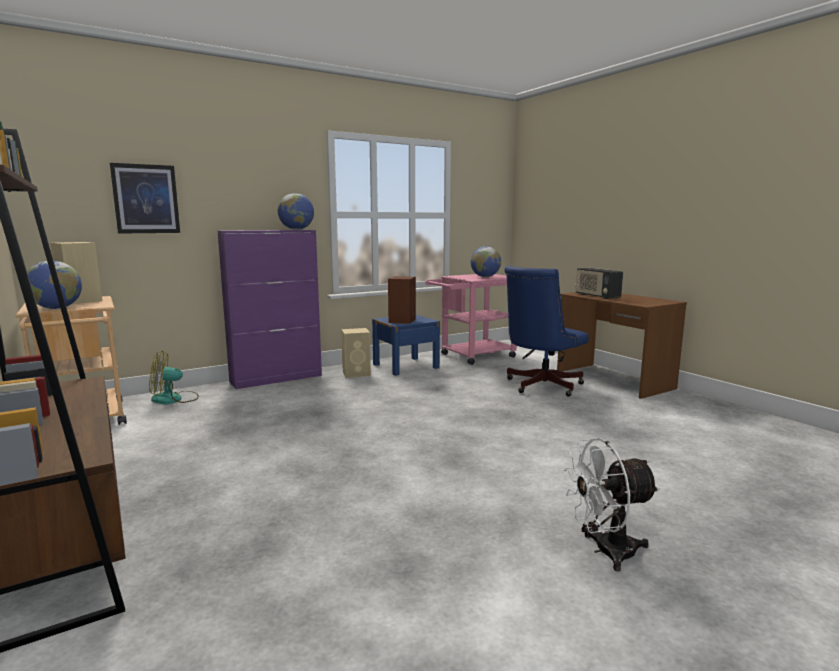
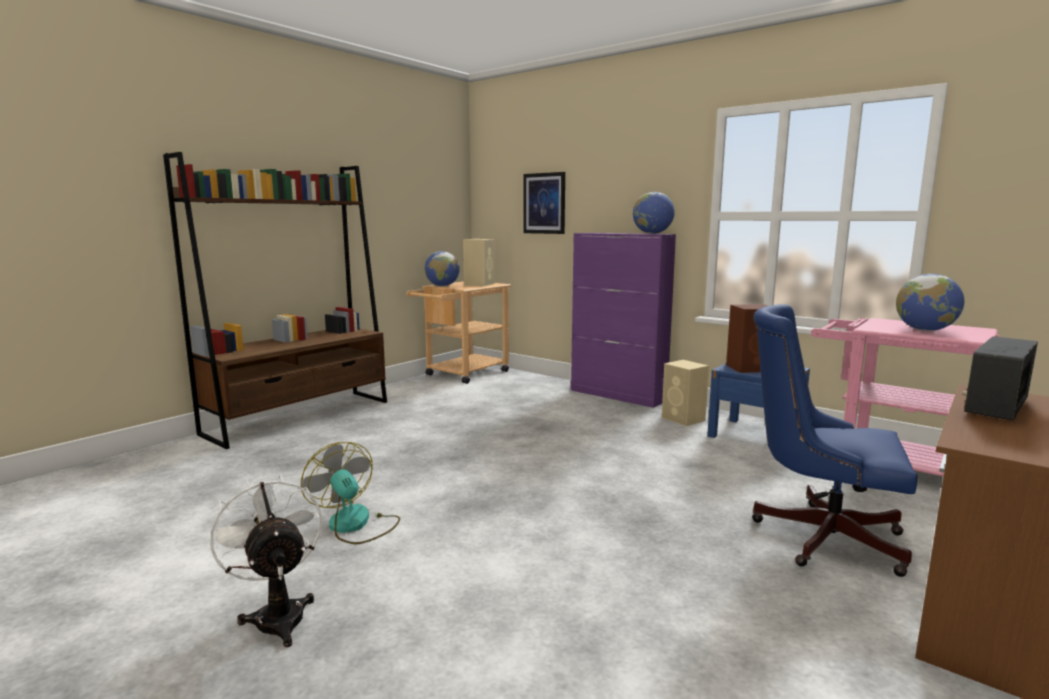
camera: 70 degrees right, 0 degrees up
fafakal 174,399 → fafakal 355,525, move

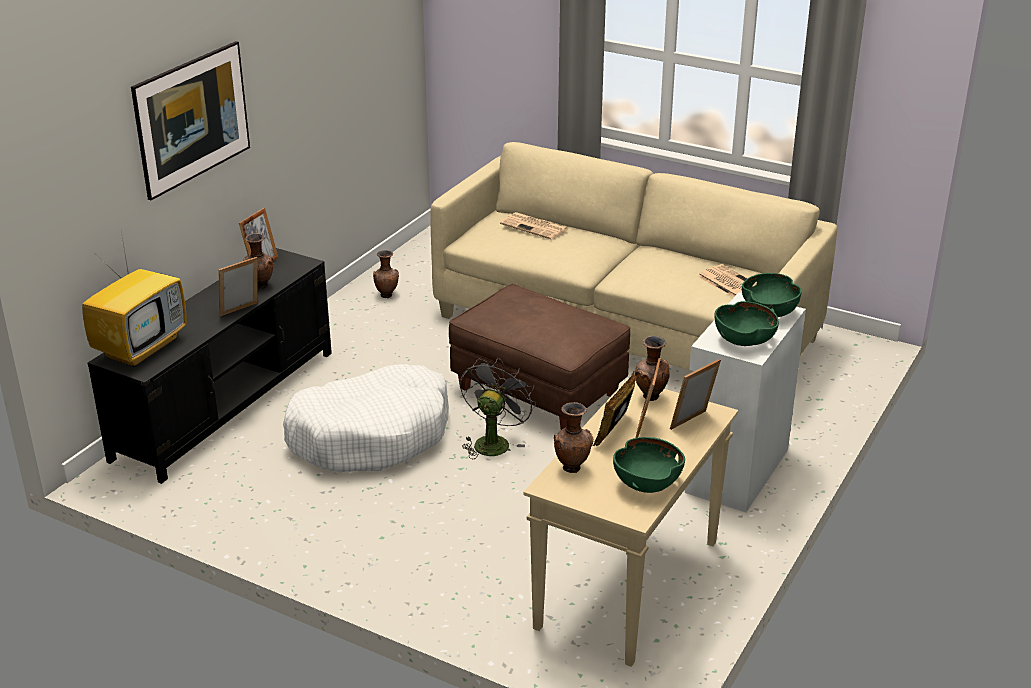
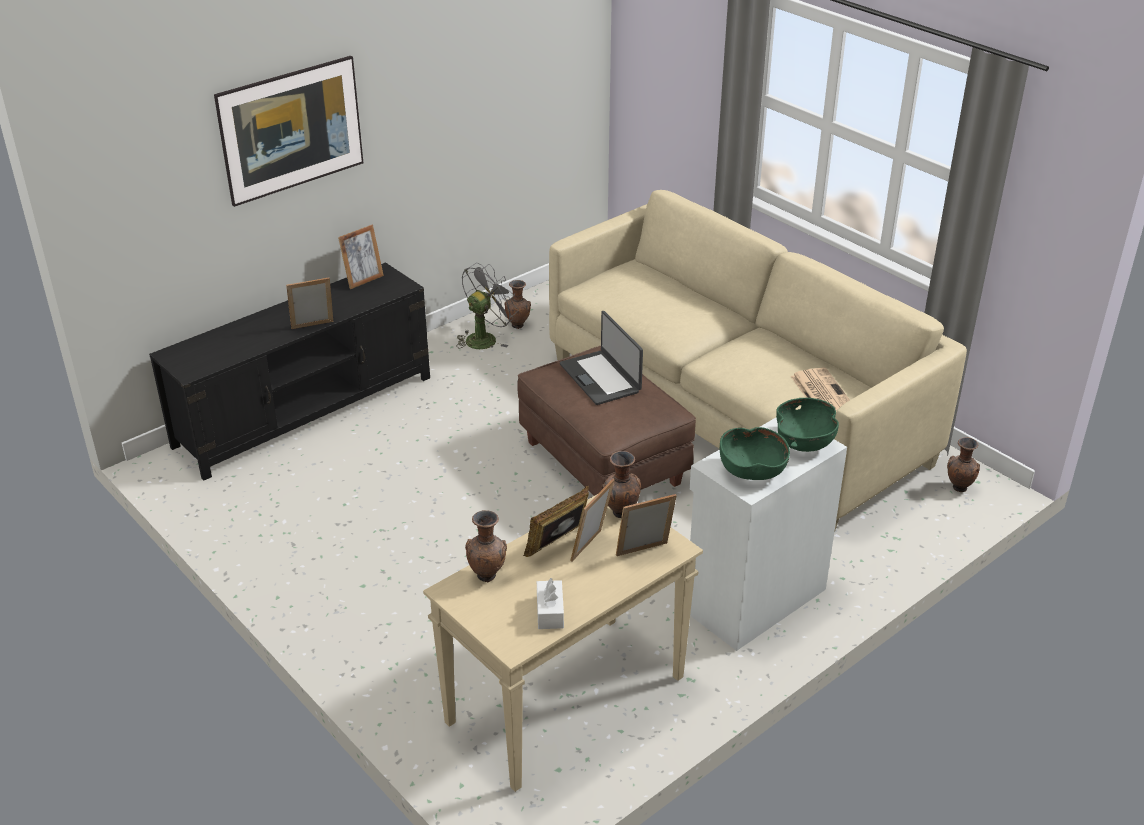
camera: 20 degrees right, 5 degrees up
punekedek 141,347 → -
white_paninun 371,435 → -
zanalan 535,227 → -
- → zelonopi 601,378
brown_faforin 260,286 → brown_faforin 958,488, move
grey_fafakal 493,441 → grey_fafakal 485,338, move
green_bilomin 646,483 → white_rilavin 550,612

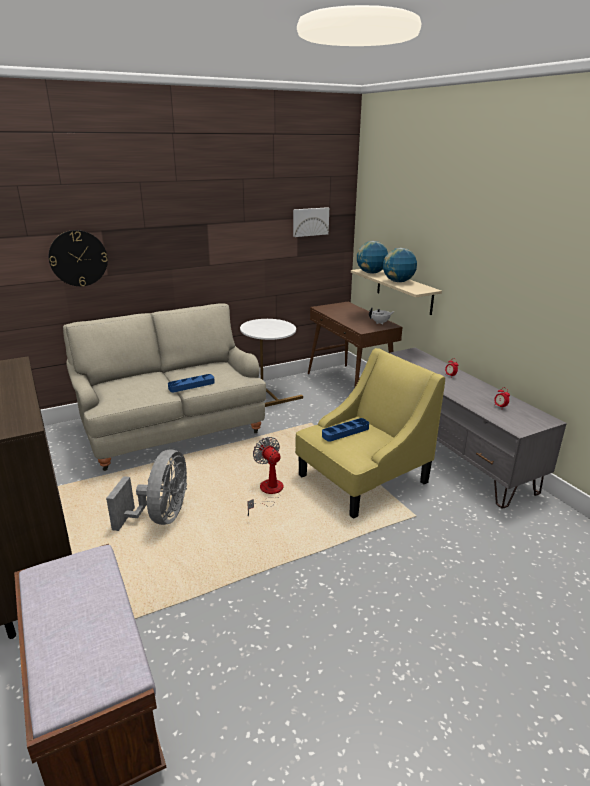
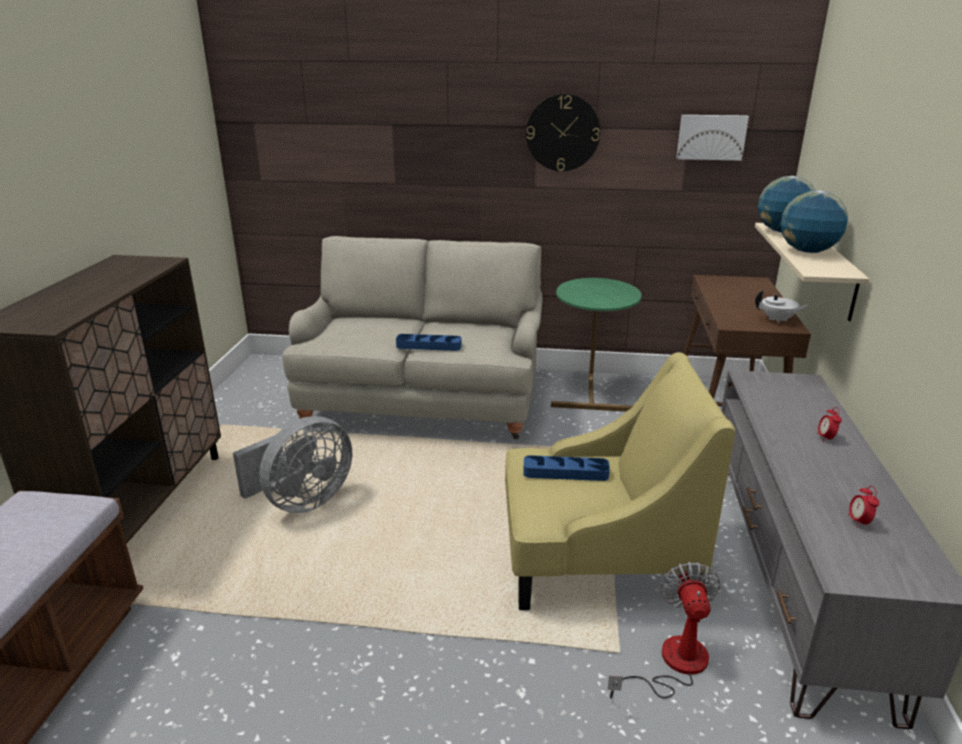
camera: 35 degrees right, 0 degrees up
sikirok 78,258 → sikirok 563,133, move
fafakal 268,493 → fafakal 672,664, move
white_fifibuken 269,394 → green_fifibuken 591,392

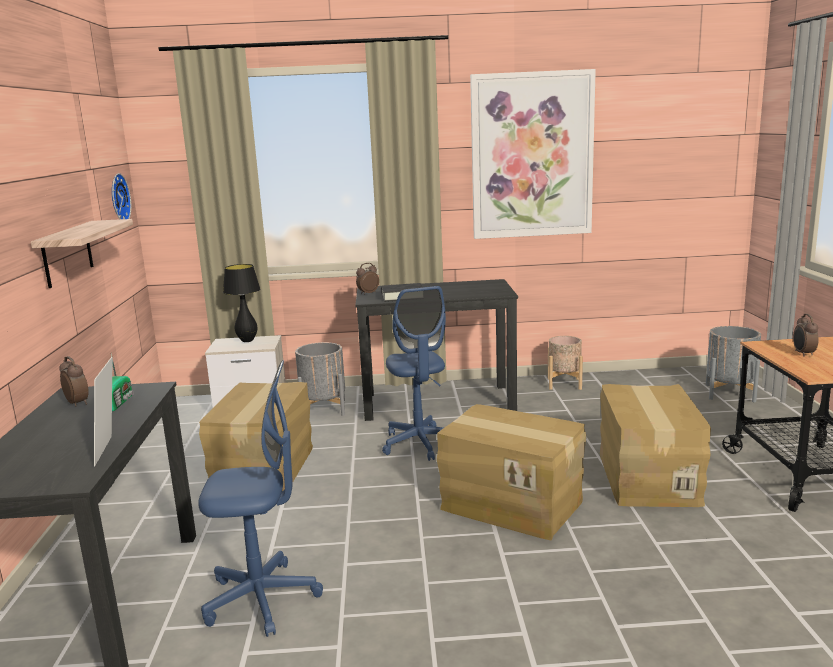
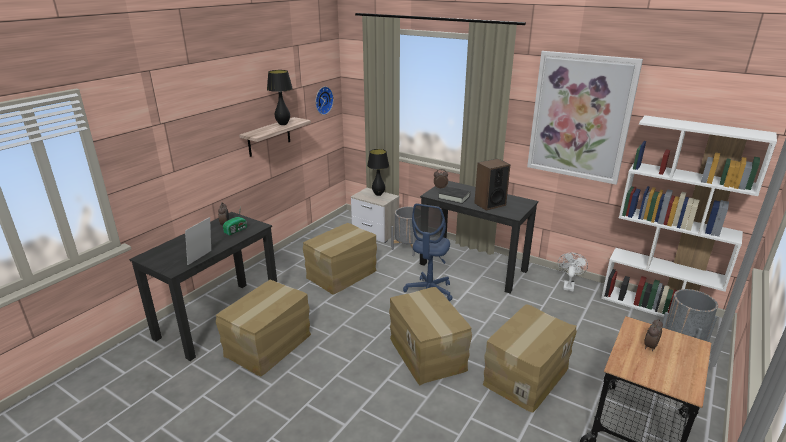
camera: 35 degrees right, 10 degrees up
- → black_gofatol 283,124
- → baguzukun 489,204
- → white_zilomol 656,307
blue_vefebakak 262,599 → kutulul 269,345
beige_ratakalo 564,384 → white_fafakal 568,285

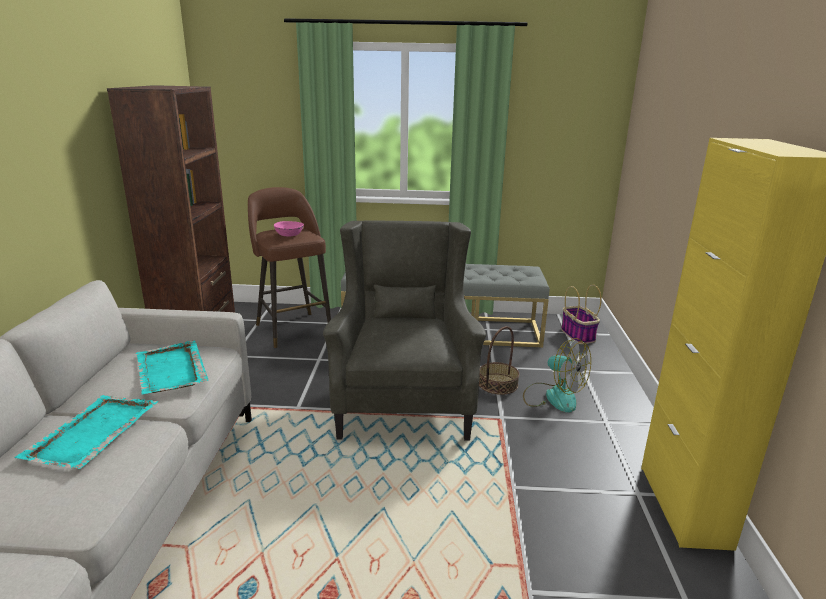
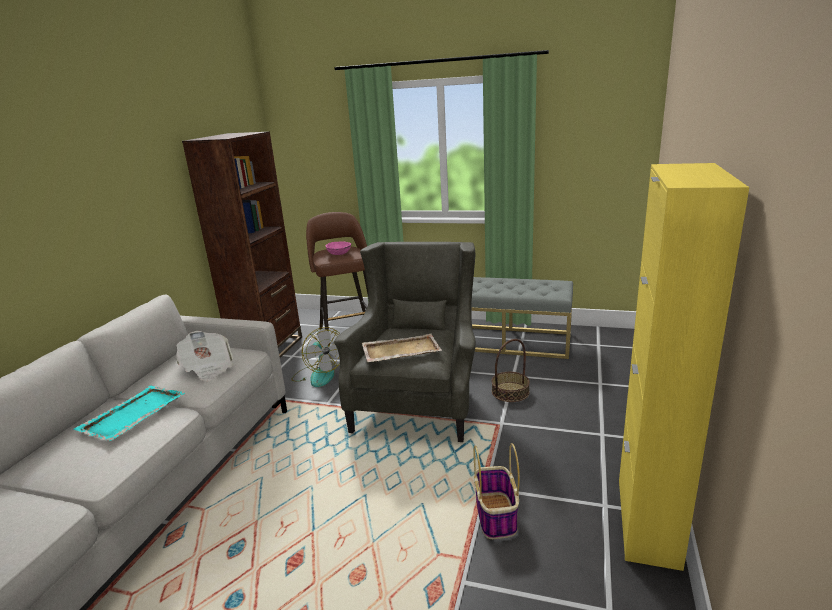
camera: 15 degrees right, 0 degrees up
- → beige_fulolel 400,350
fafakal 553,396 → fafakal 319,375, move
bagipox 578,335 → bagipox 496,516, move
turquoise_fulolel 171,370 → zanalan 208,368

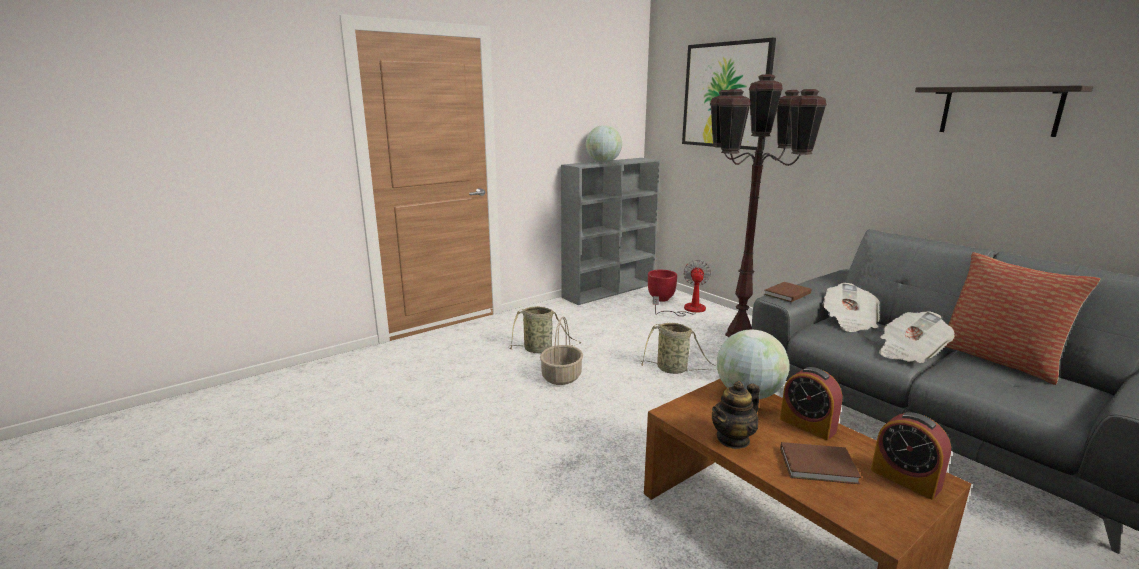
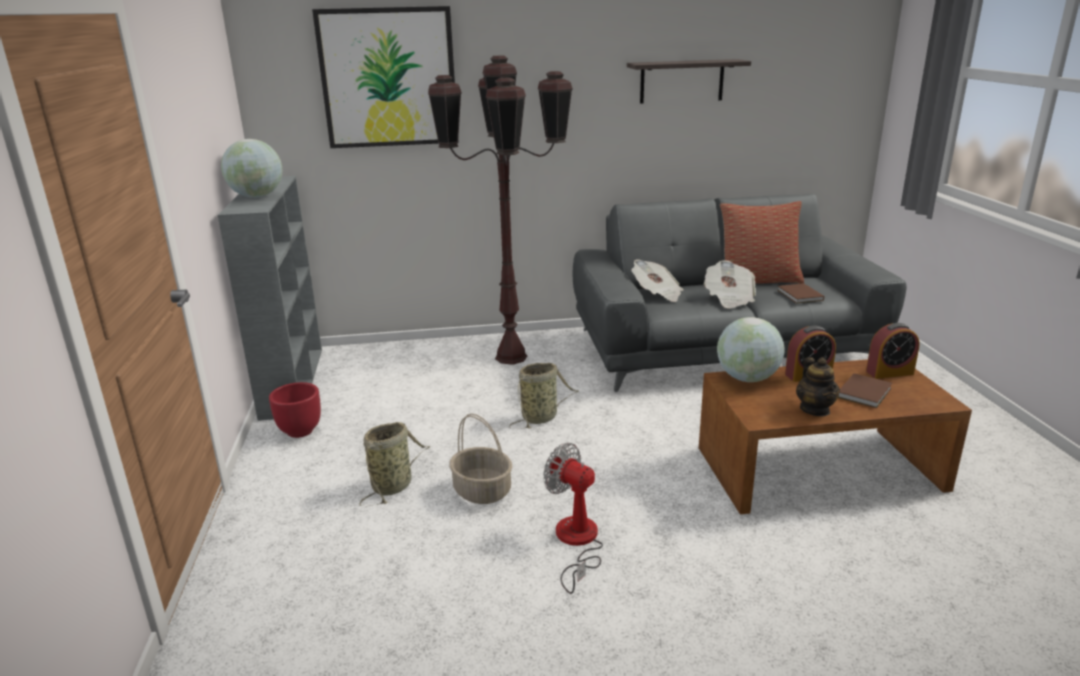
camera: 60 degrees left, 5 degrees up
red_ratakalo 661,299 → red_ratakalo 300,431, move
fafakal 688,310 → fafakal 576,542, move
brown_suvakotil 786,294 → brown_suvakotil 800,296, move

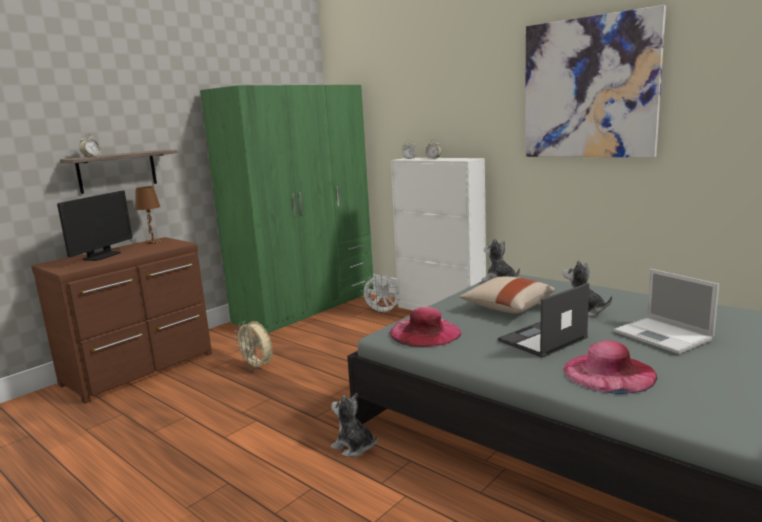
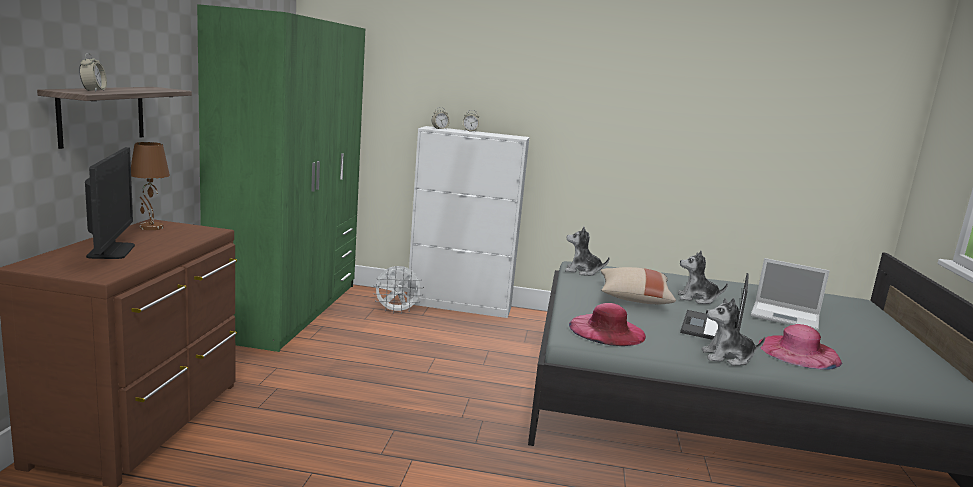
camera: 35 degrees left, 0 degrees up
beige_fafakal 258,367 → -
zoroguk 589,88 → -
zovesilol 354,447 → zovesilol 727,357, move

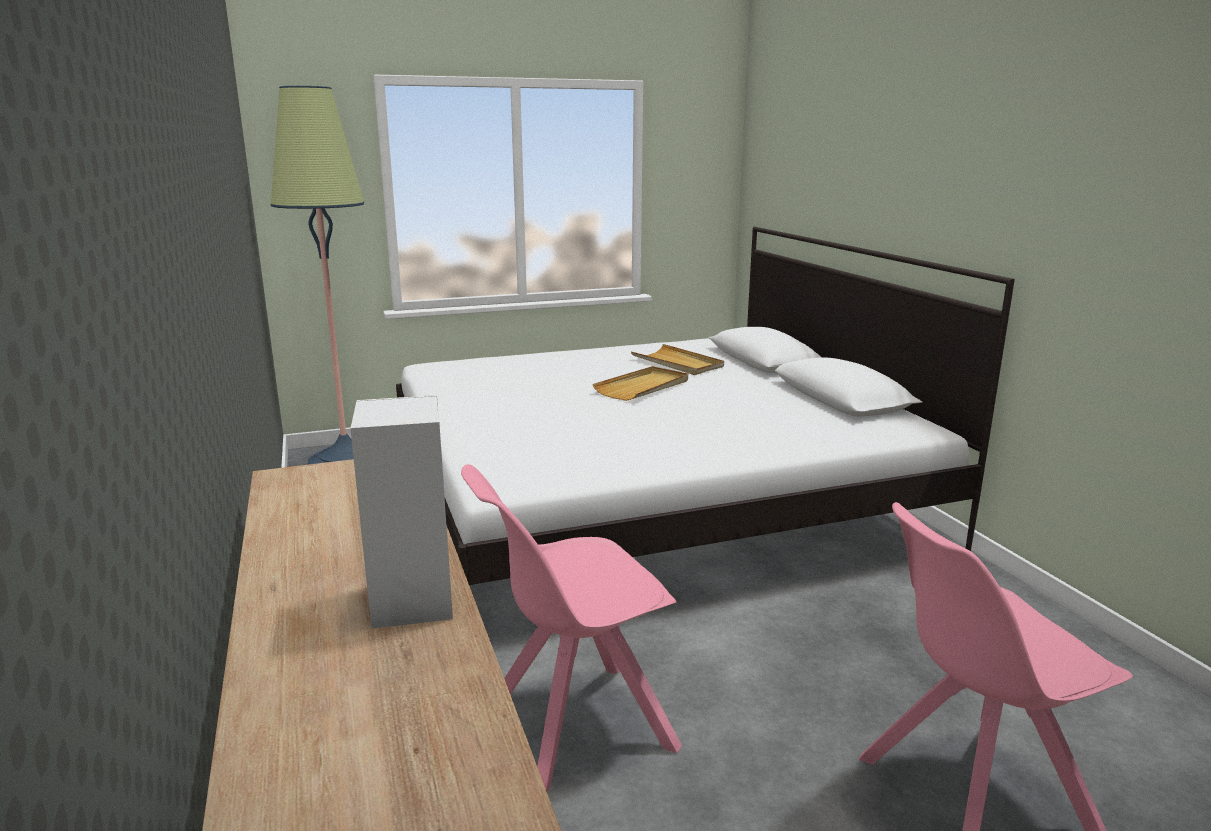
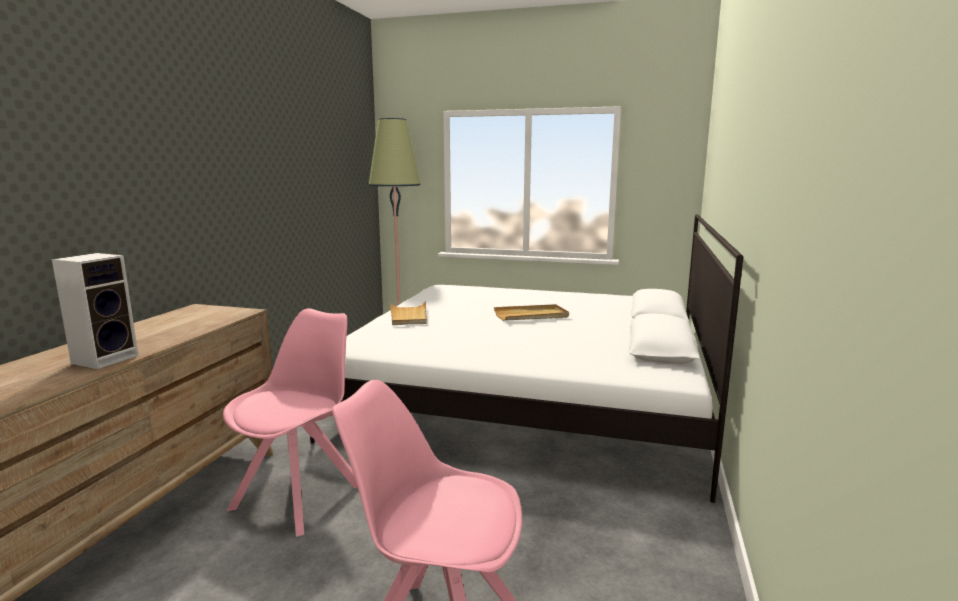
camera: 35 degrees right, 5 degrees down
beige_fulolel 677,363 → beige_fulolel 408,316, move
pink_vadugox 575,726 → pink_vadugox 300,495, 105 degrees clockwise

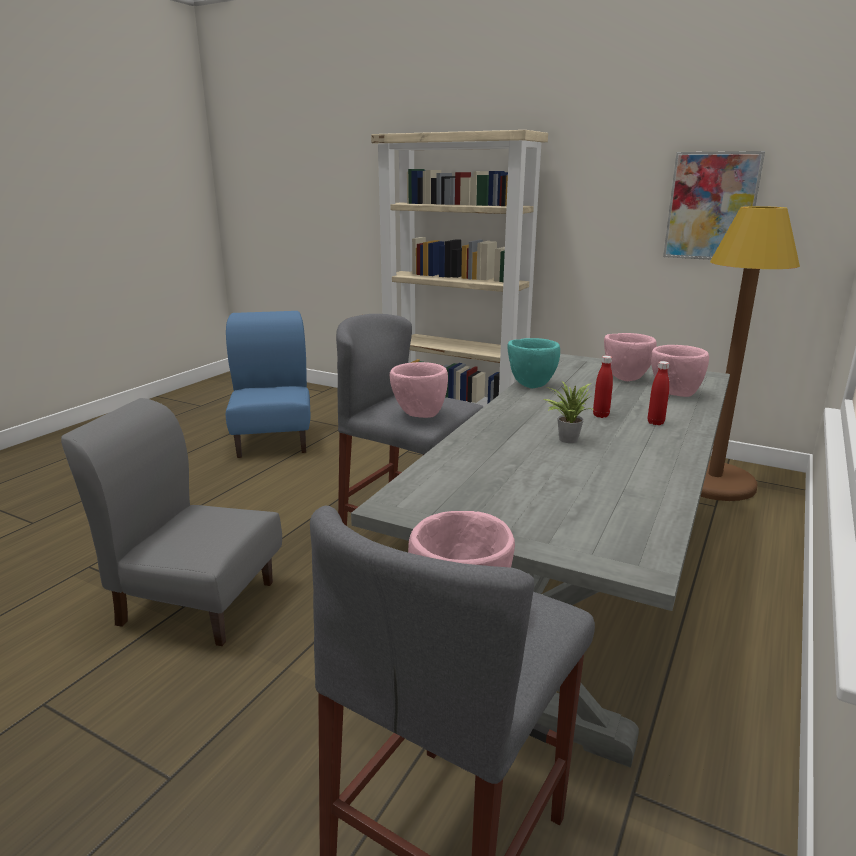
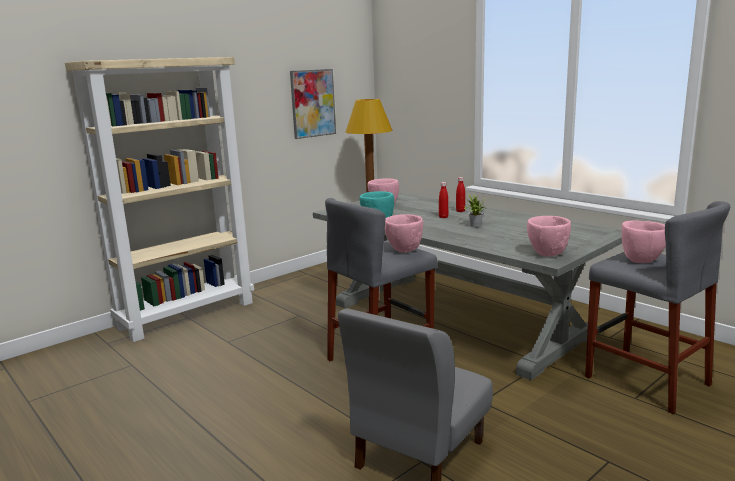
camera: 70 degrees left, 5 degrees down
blue_vadugox 274,440 → -
pink_bilomin 674,393 → pink_bilomin 547,254, move

